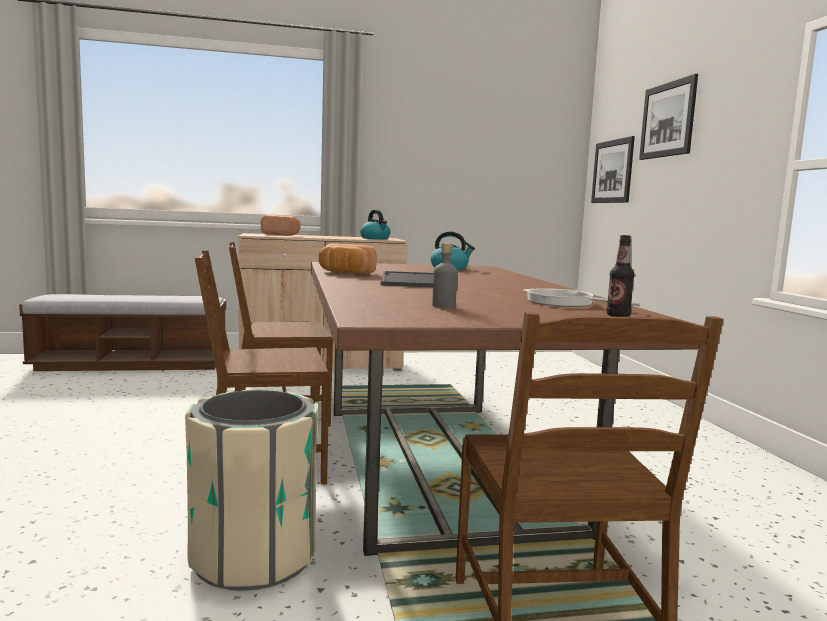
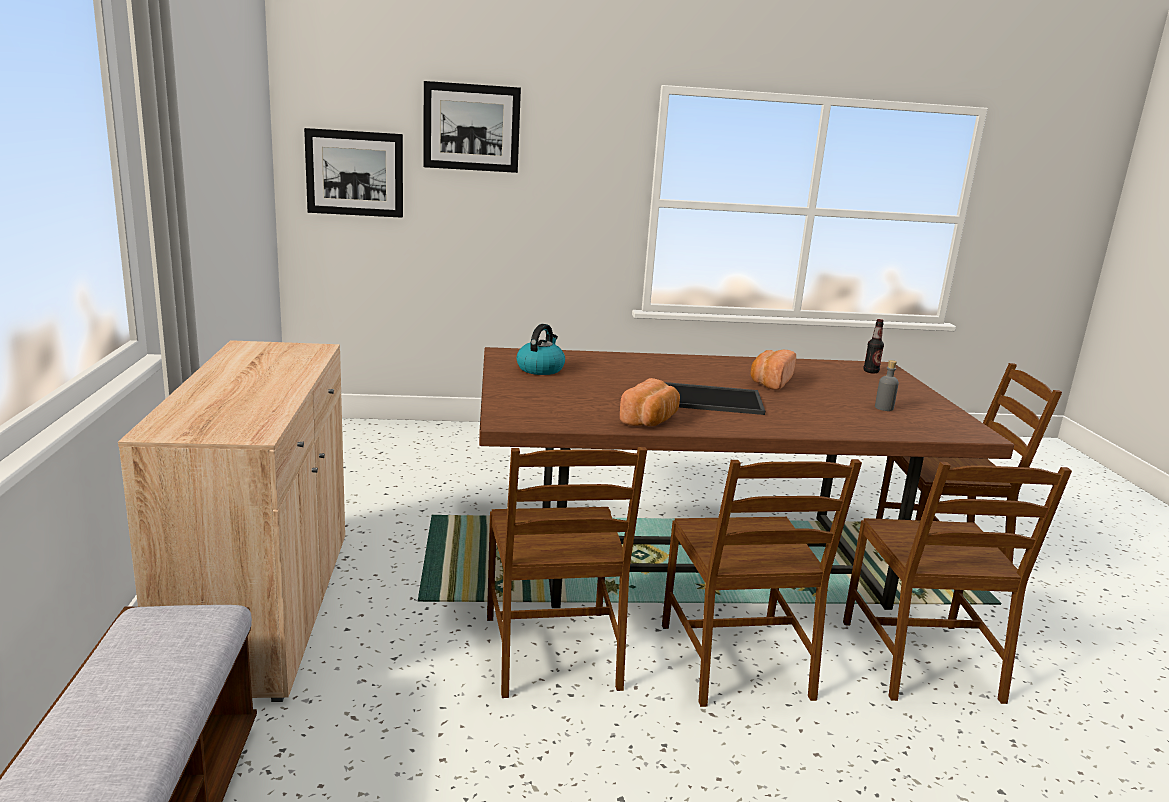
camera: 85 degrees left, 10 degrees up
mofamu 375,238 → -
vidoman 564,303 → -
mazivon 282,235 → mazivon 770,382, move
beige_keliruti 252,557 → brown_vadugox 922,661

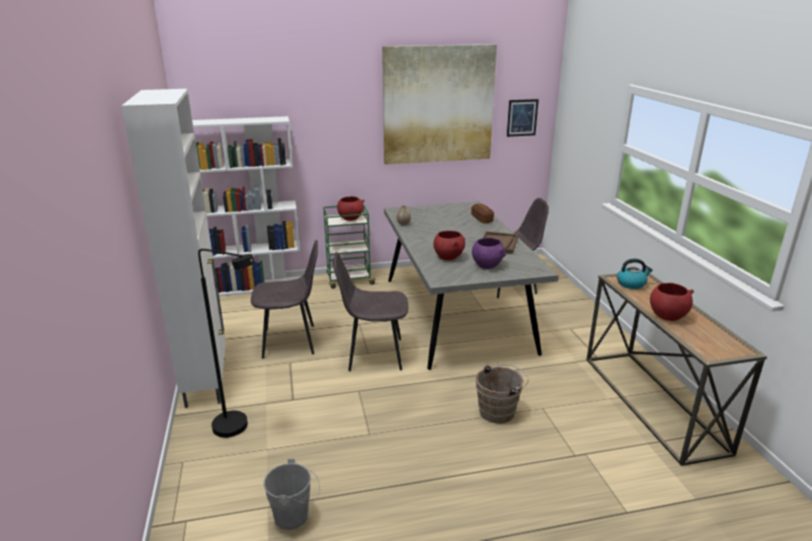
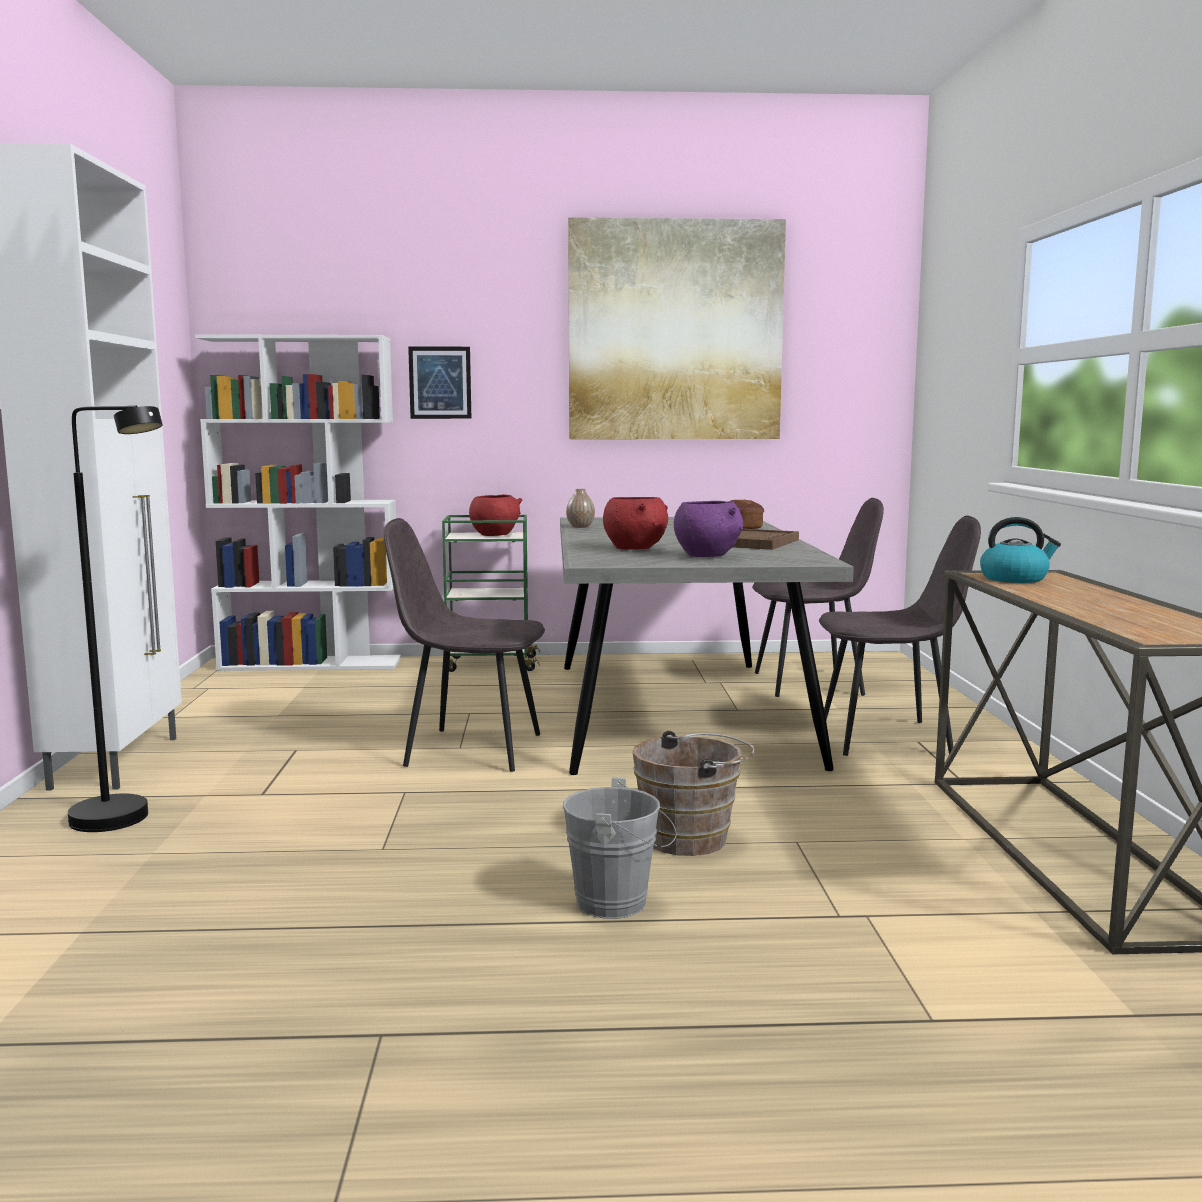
camera: 10 degrees right, 15 degrees down
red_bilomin 667,315 → -
grey_vadugox 291,341 → grey_vadugox 889,738, move
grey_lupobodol 295,516 → grey_lupobodol 619,903, move
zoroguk 522,117 → zoroguk 440,382, move

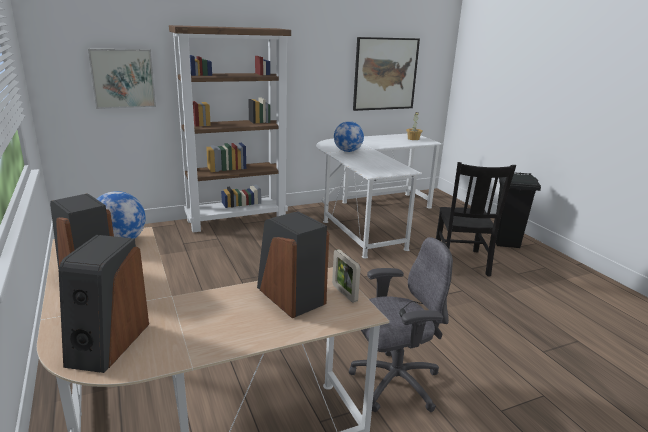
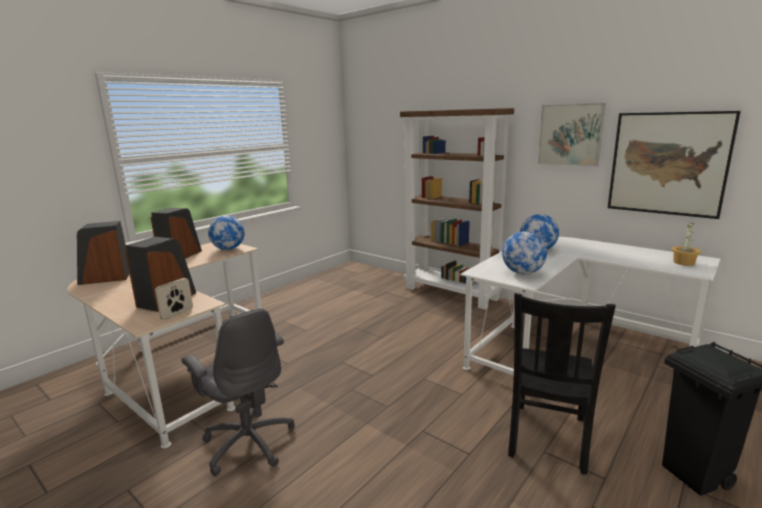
camera: 65 degrees right, 5 degrees down
- → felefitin 522,273
zoroguk 123,78 → zoroguk 570,135, move
black_vadugox 461,263 → black_vadugox 547,439, 45 degrees counterclockwise

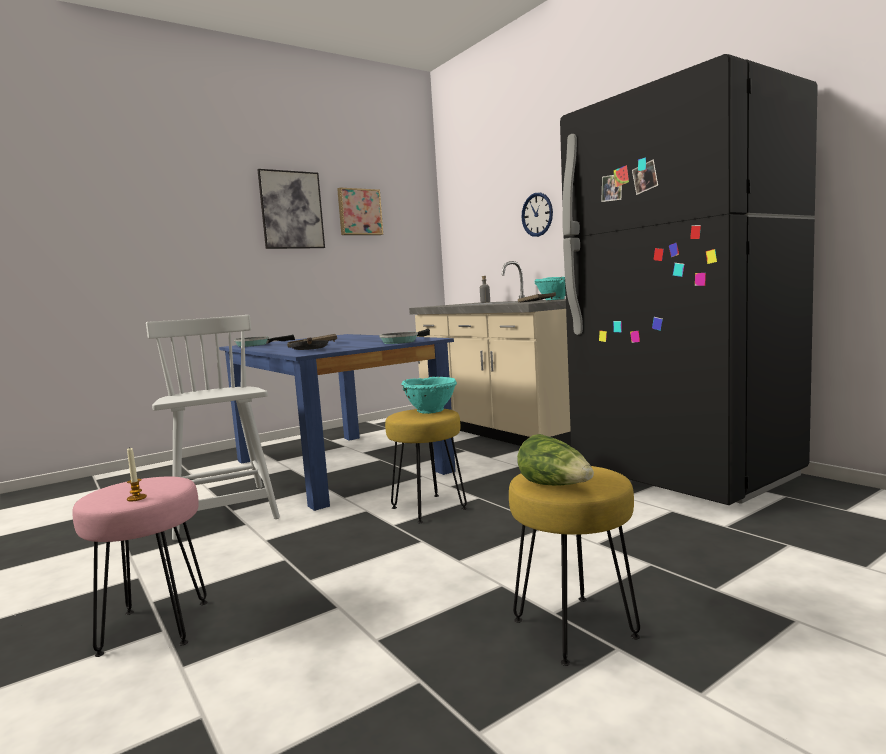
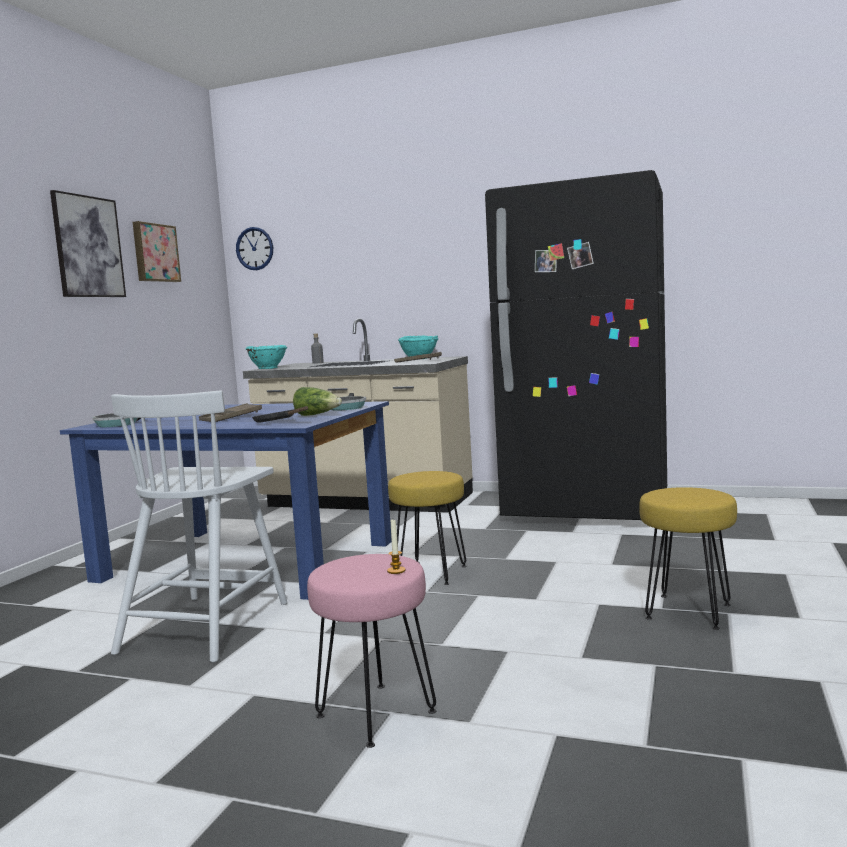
camera: 35 degrees left, 0 degrees up
turquoise_bilomin 431,410 → turquoise_bilomin 268,368, move
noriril 555,486 → noriril 317,415, move
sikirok 537,214 → sikirok 254,248, move
white_vadugox 224,511 → white_vadugox 206,625, 105 degrees counterclockwise

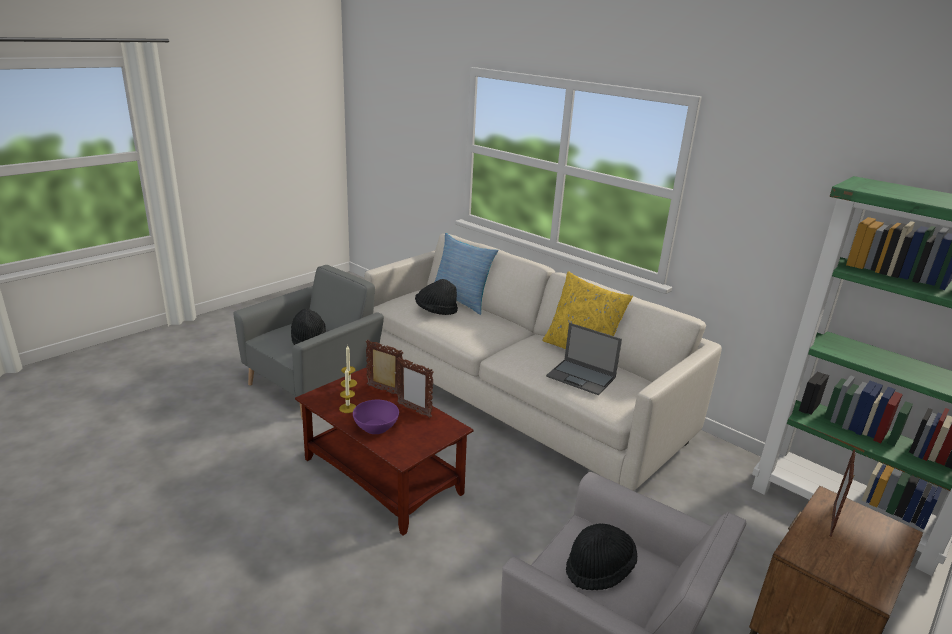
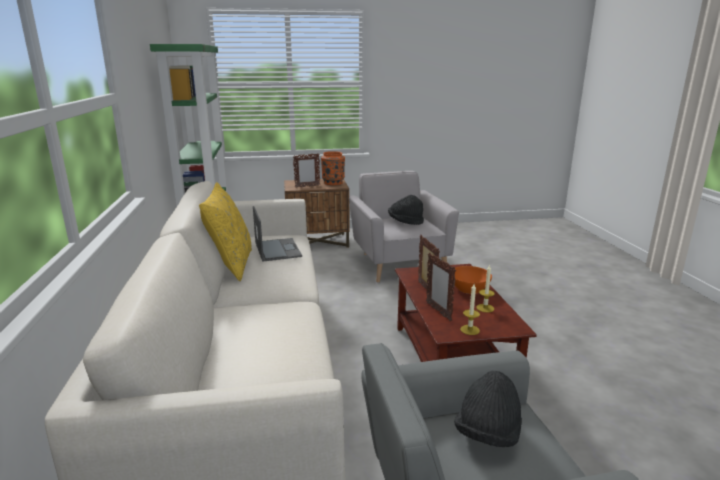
camera: 140 degrees left, 5 degrees down
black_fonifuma 436,311 → -
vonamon 461,301 → -
- → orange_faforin 333,182
purple_bilomin 375,427 → orange_bilomin 469,288

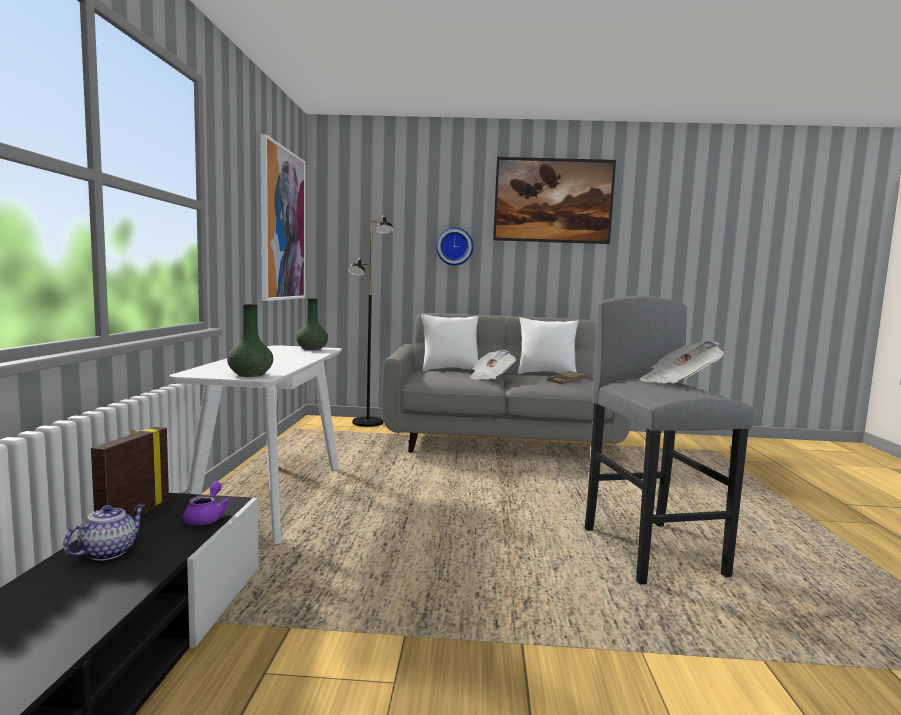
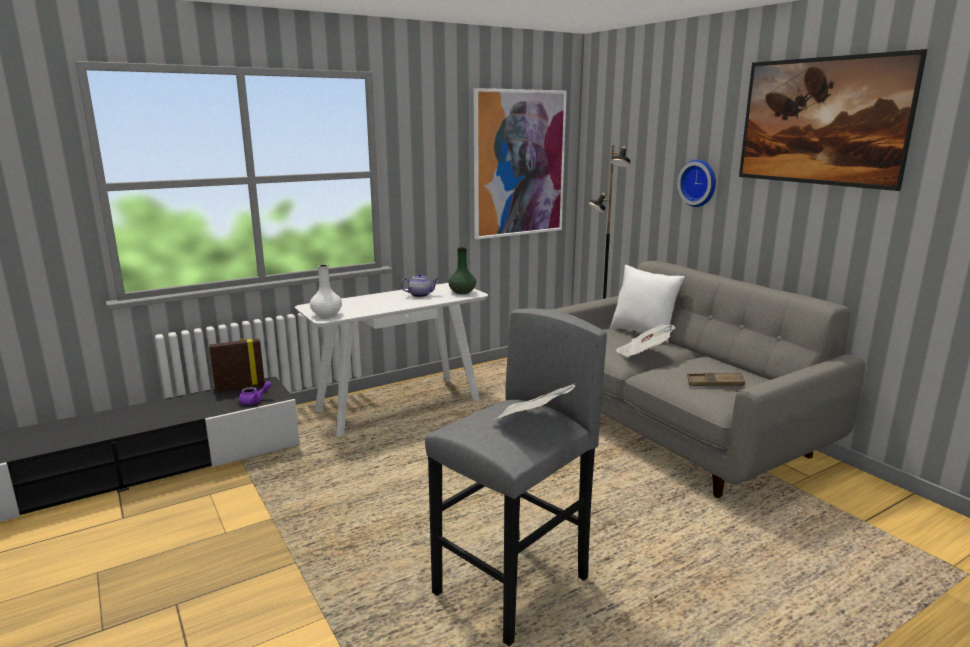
camera: 55 degrees right, 10 degrees up
white_vonamon 546,374 → -
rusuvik 109,551 → rusuvik 420,295, move
green_faforin 250,375 → white_faforin 326,314

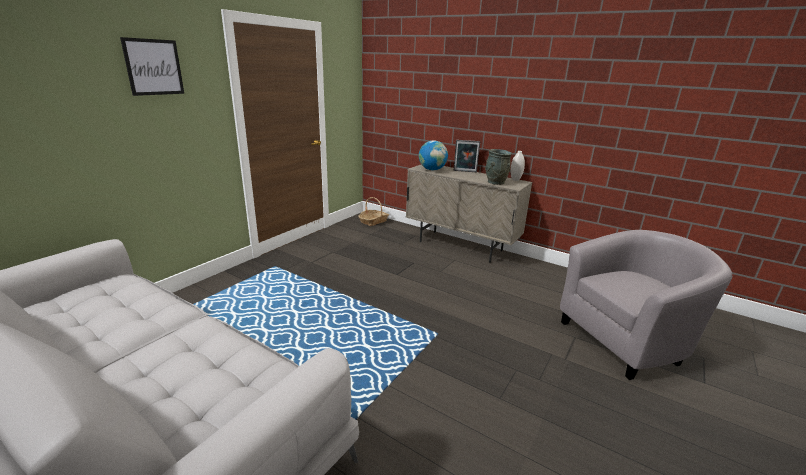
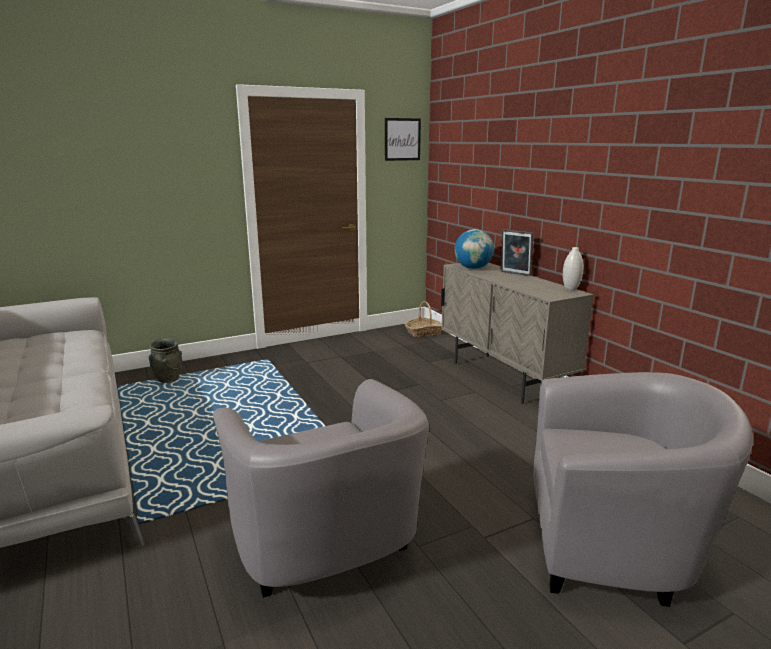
camera: 30 degrees right, 5 degrees down
- → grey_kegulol 327,551
zoroguk 154,67 → zoroguk 402,139, move
grey_faforin 495,182 → grey_faforin 168,379, move

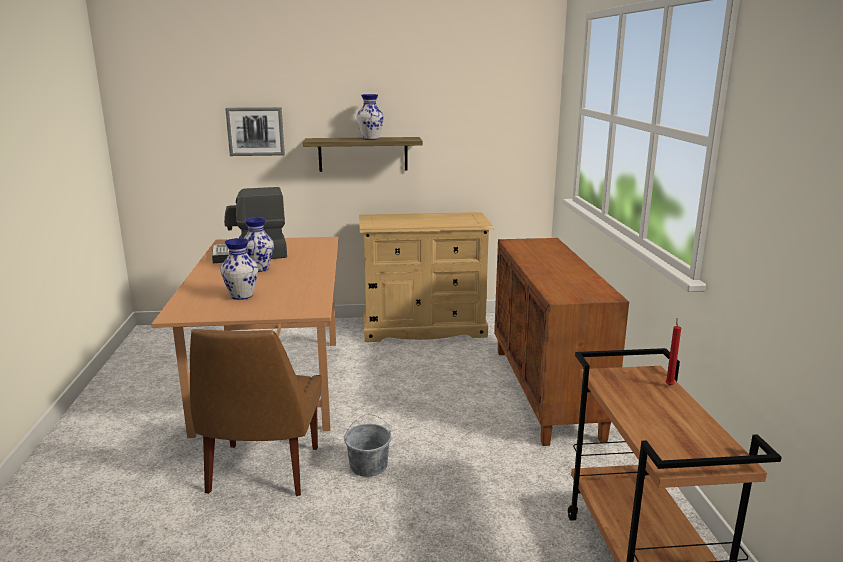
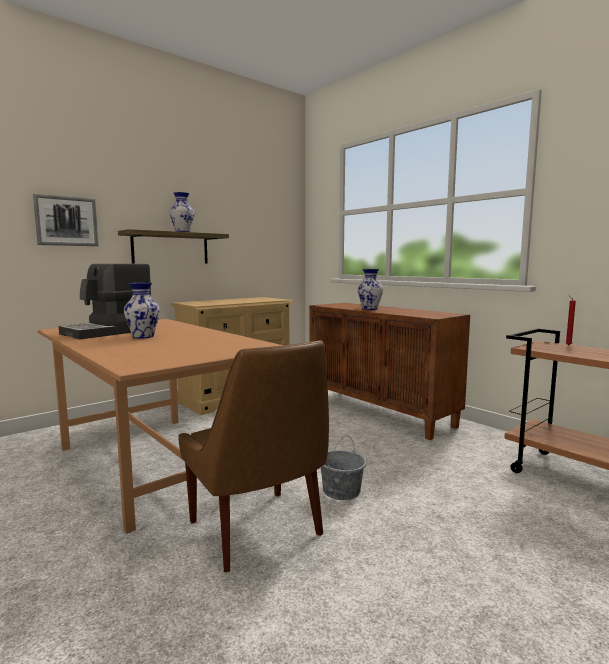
camera: 35 degrees left, 10 degrees down
faforin 241,296 → faforin 370,309, move

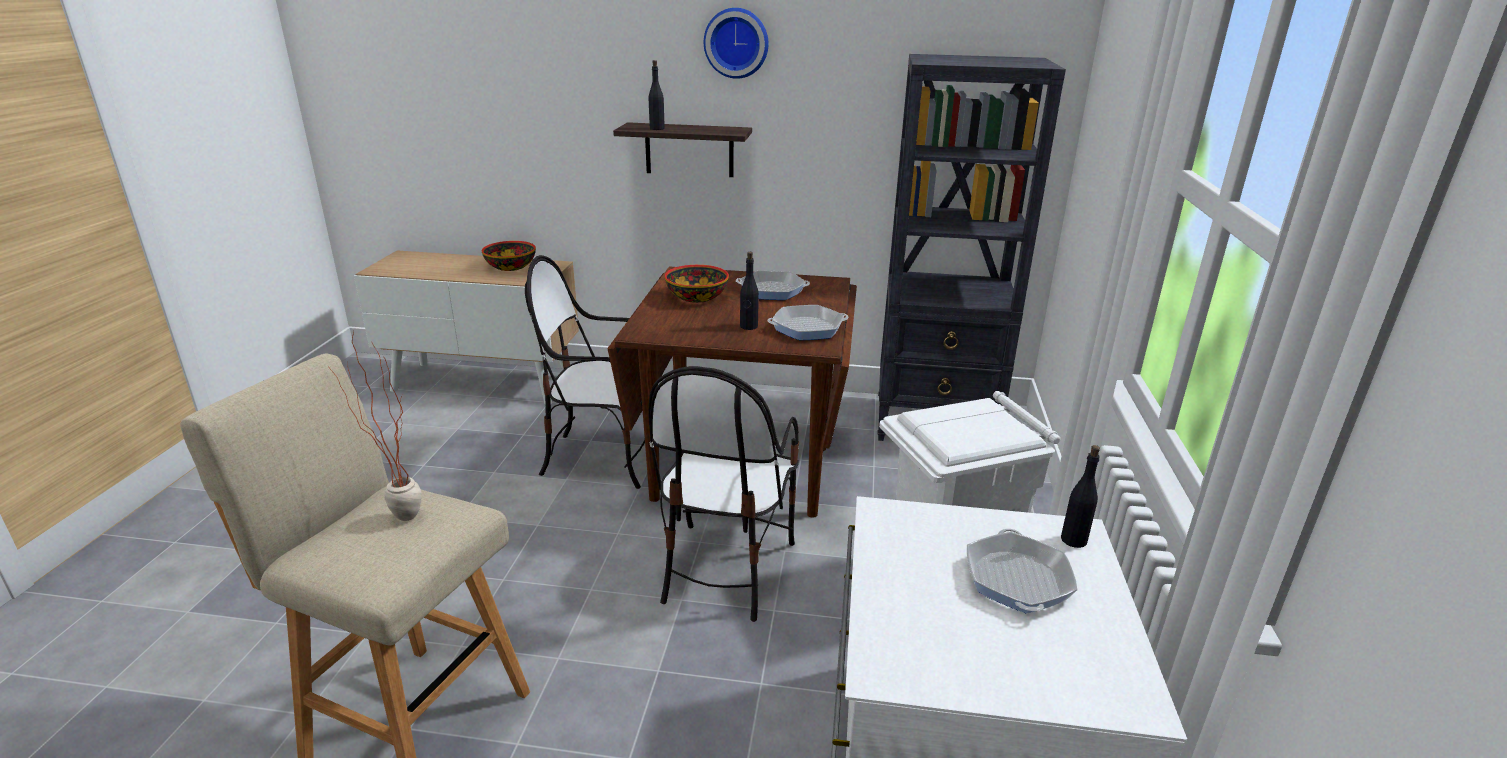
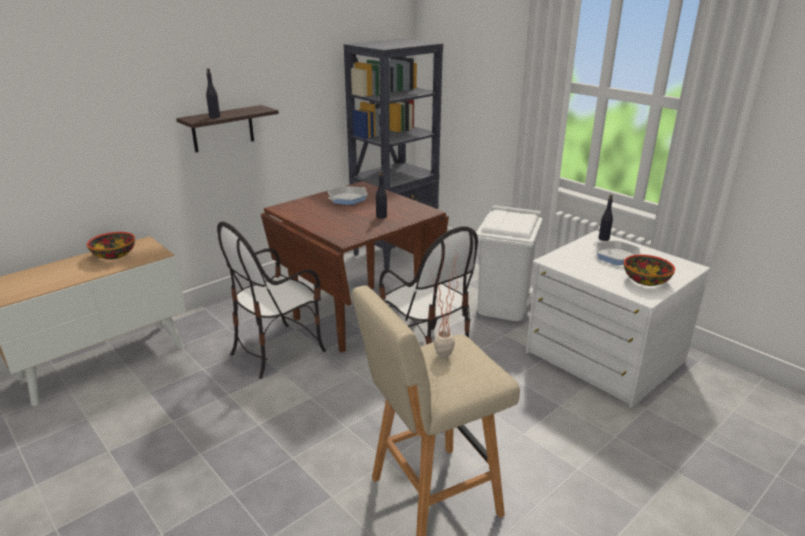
camera: 50 degrees left, 0 degrees up
sikirok 736,43 → -
vidoman 807,328 → -
bilomin 696,297 → bilomin 645,280, move

